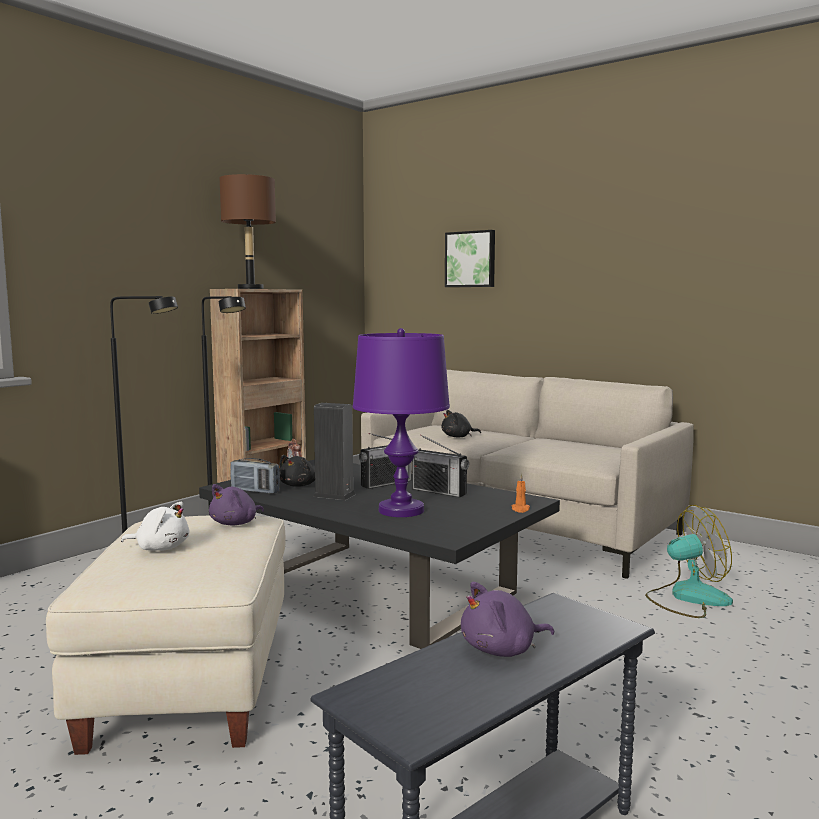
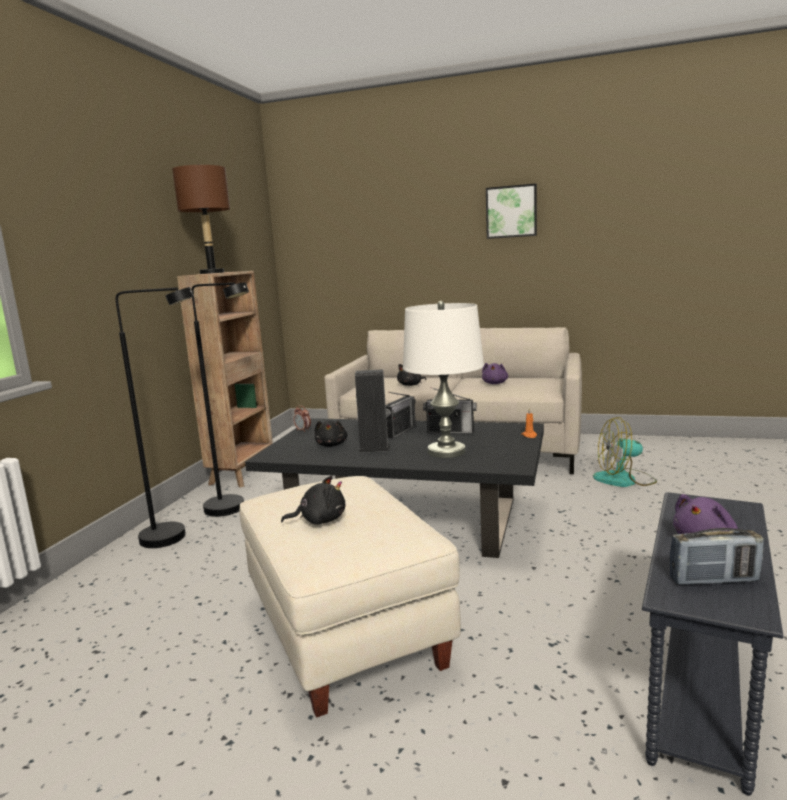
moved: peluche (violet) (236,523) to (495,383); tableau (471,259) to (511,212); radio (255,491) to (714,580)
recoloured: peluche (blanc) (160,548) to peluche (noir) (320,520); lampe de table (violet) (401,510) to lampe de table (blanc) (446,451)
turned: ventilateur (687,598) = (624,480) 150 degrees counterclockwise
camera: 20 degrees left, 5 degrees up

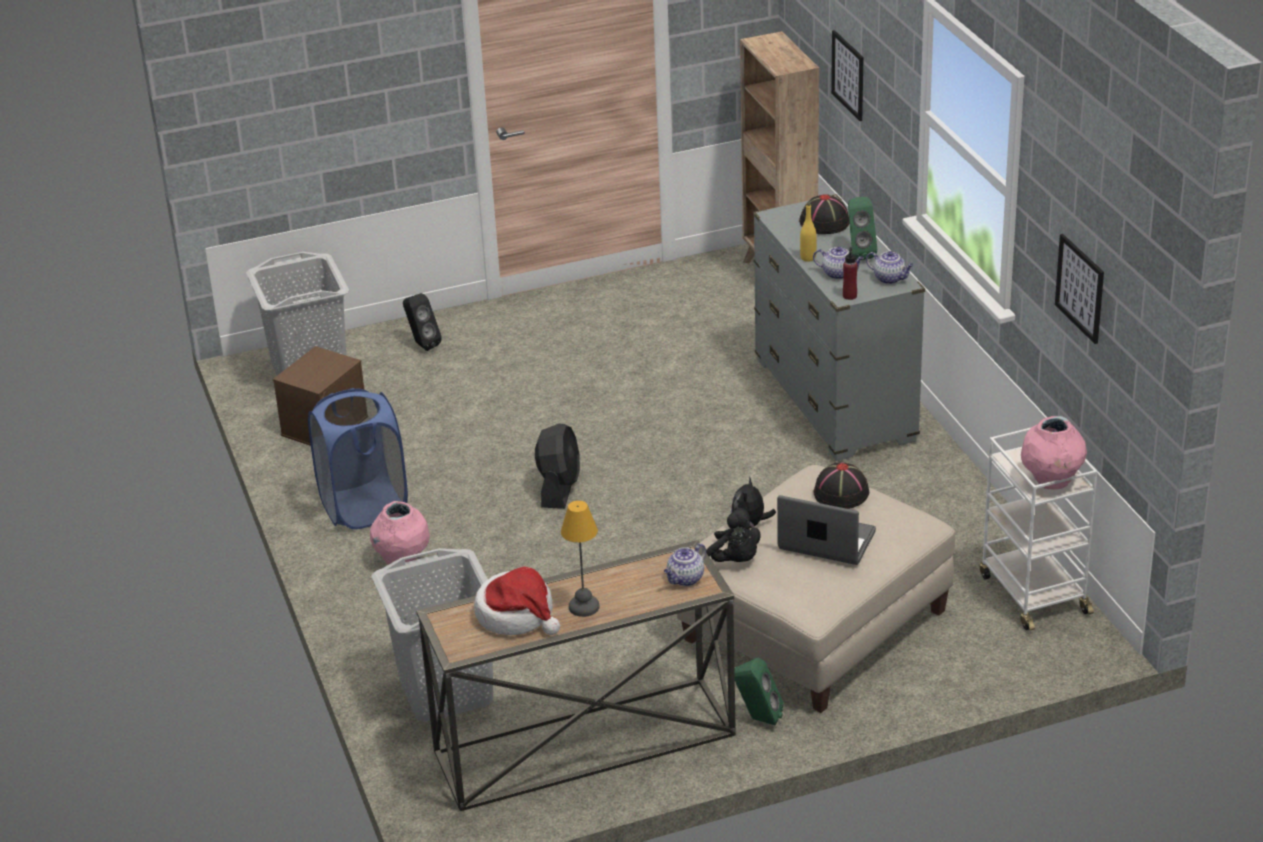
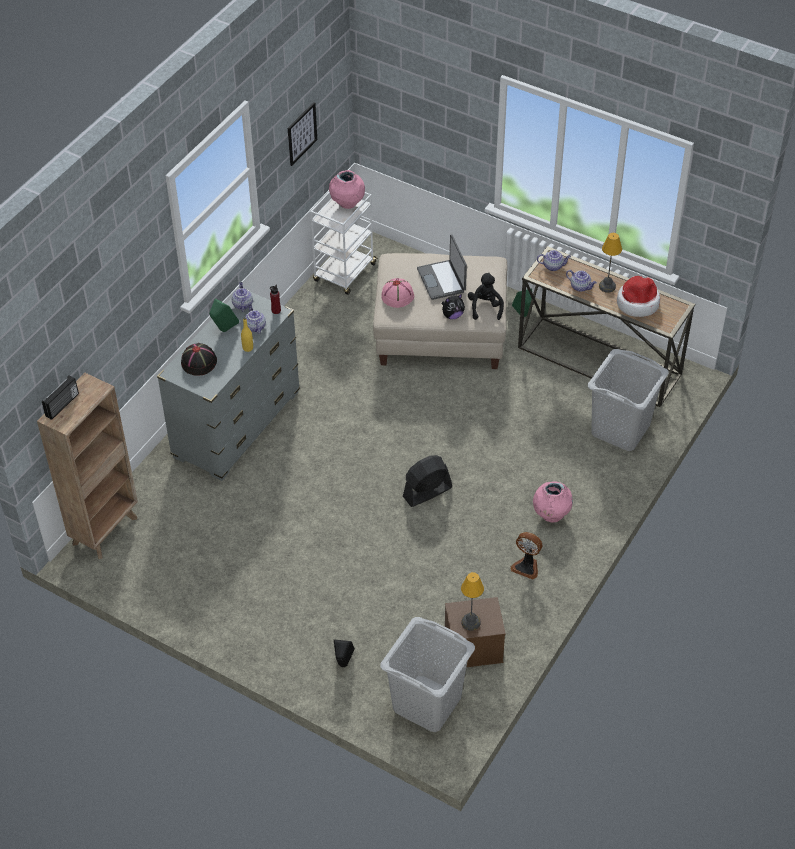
removed: tableau (848,75)
added: radio (63,405); lampe de table (471,622); théière (580,287)
replaced: panier à linge (bleu) (364,507) to ventilateur (526,566)
recoloured: chapeau (noir) (841,494) to chapeau (rose) (397,296)
camera: 130 degrees left, 15 degrees up

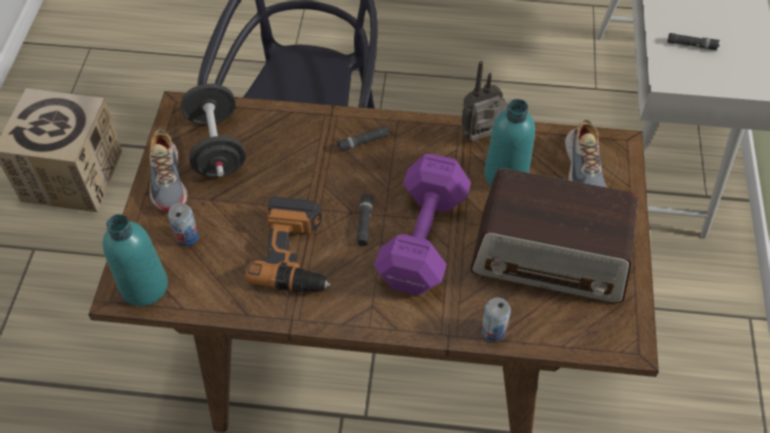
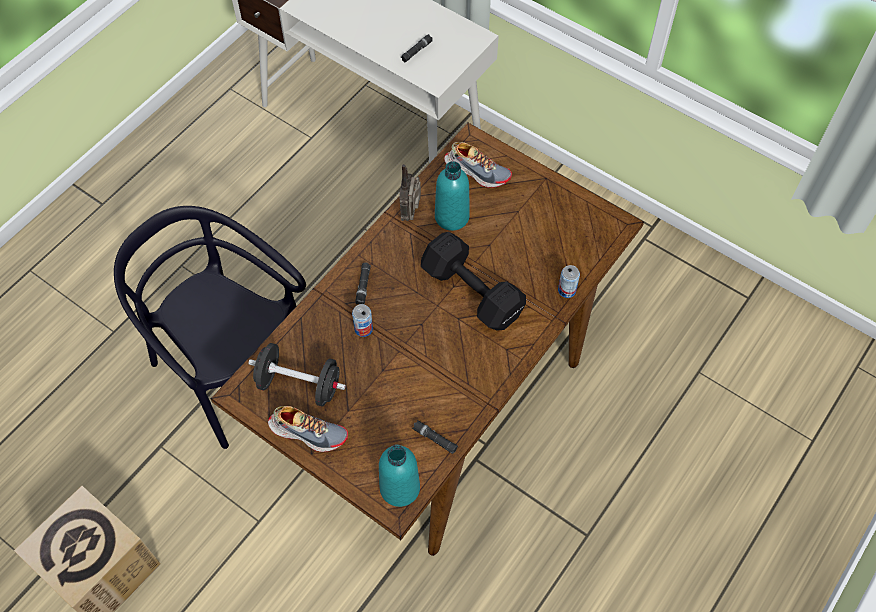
removed: perceuse (296,253); radio (551,257)
moved: boîte métallique (187,237) to (363,329); lampe de poche (noir) (364,222) to (435,439)
recoloured: haltère (violet) (421,241) to haltère (noir) (473,294)
camera: 60 degrees left, 5 degrees up

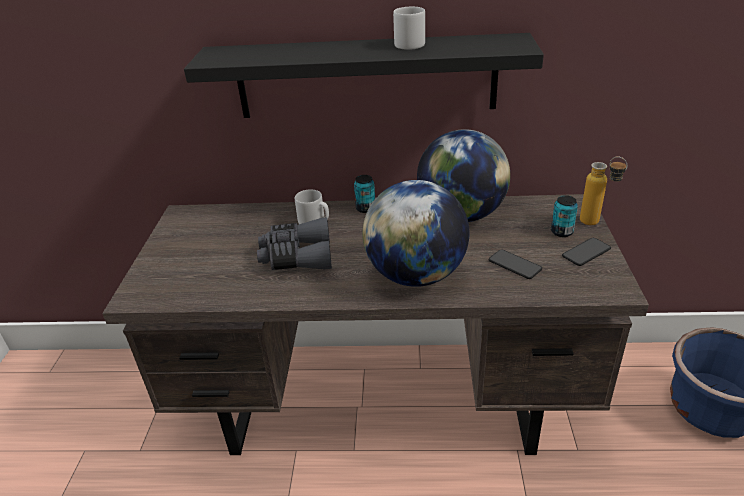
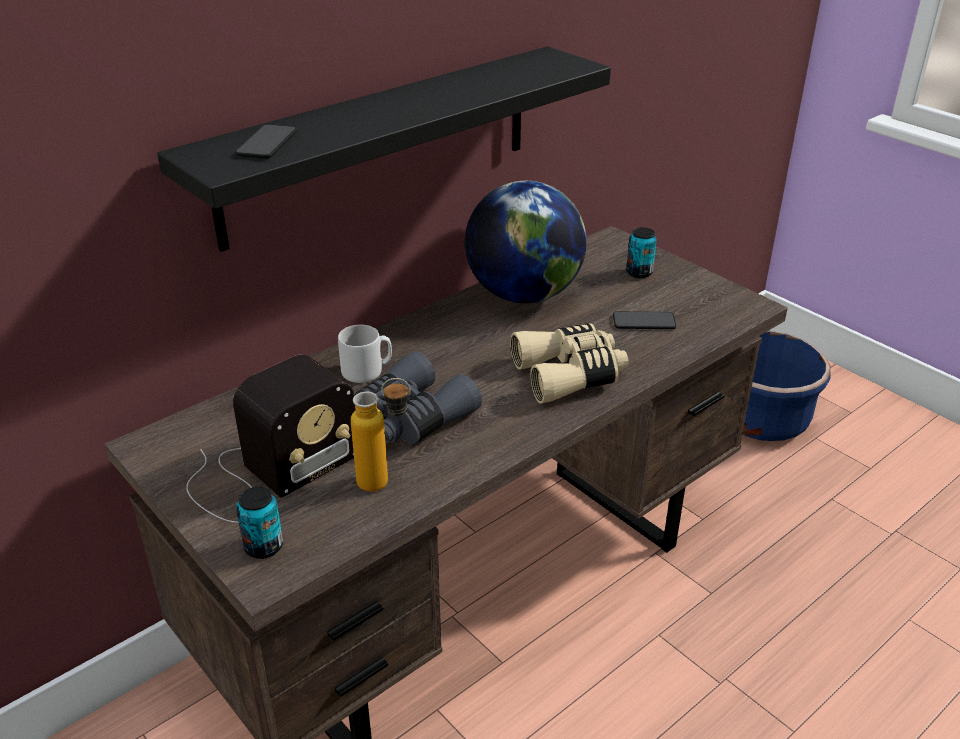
removed: mug (gris) (410,44)
added: radio (267,473)
moved: téléphone (586,252) to (267,143); boîte métallique (365,208) to (263,547); bouteille (596,223) to (385,482)
replaced: globe (416,275) to jumelles (beige) (570,374)
camera: 45 degrees left, 0 degrees up

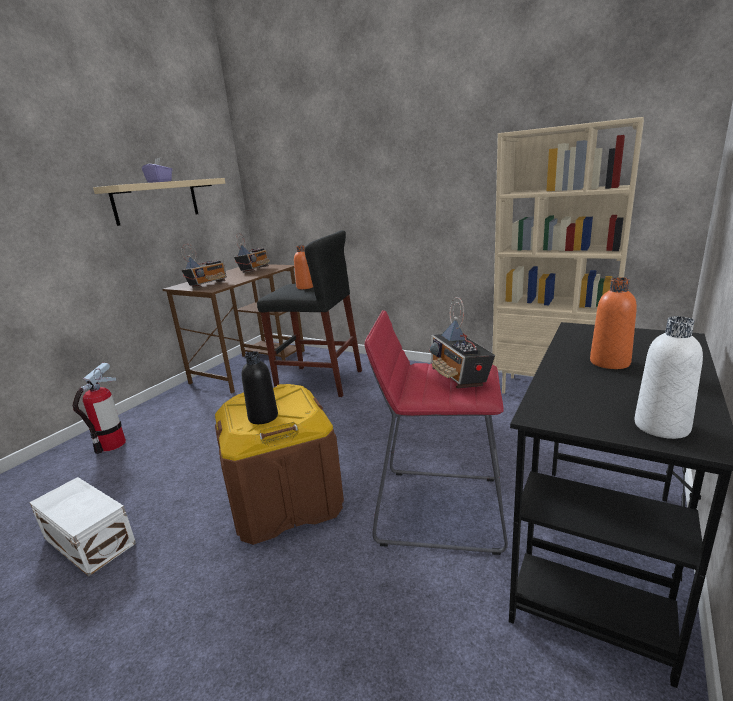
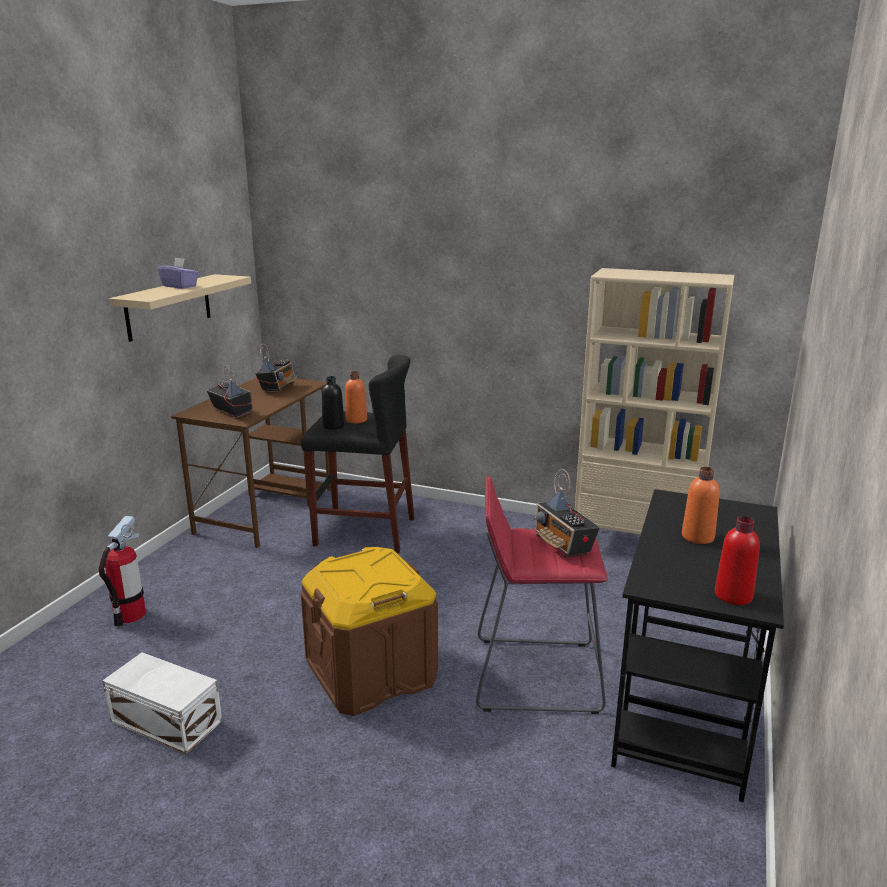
moved: bouteille (noir) (263,417) to (333,426)
recoloured: bouteille (blanc) (661,426) to bouteille (rouge) (733,595)
turned: radio (208,285) = (232,413) 75 degrees counterclockwise
camera: 10 degrees left, 0 degrees up

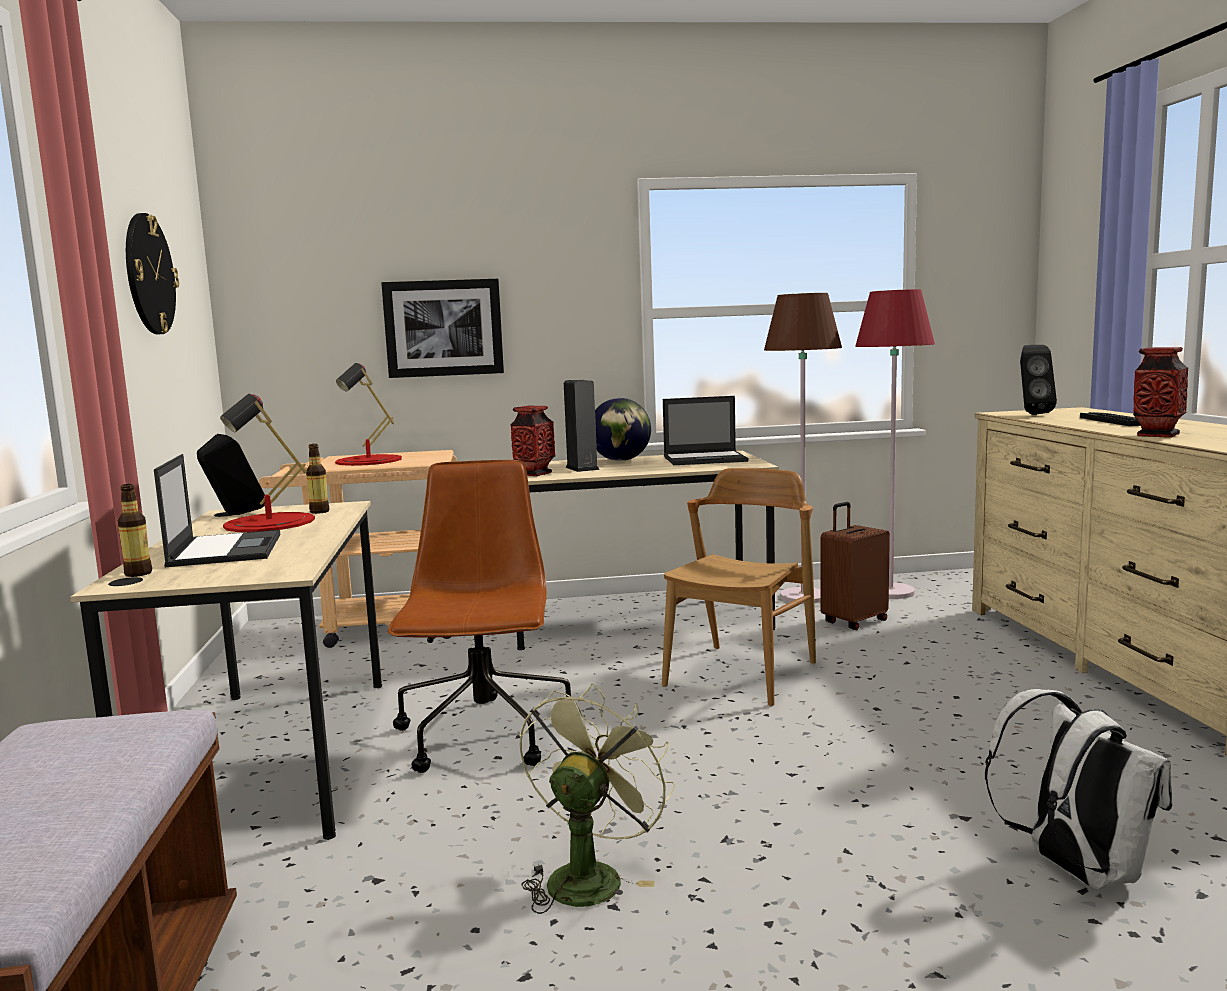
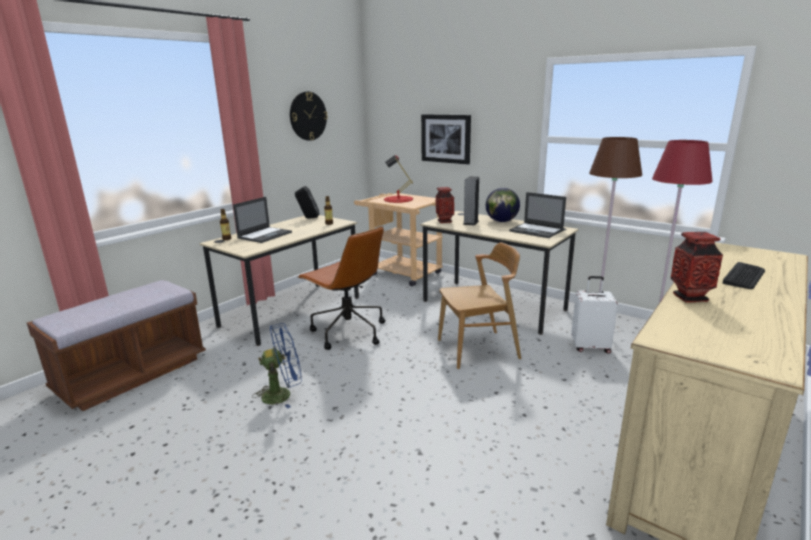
removed: lampe de table (rouge) (269,523); sac à dos (blanc) (1075,870); enceinte (noir) (1032,414)
recoloured: ventilateur (vert) (589,875) to ventilateur (bleu) (283,394); valise (marron) (853,621) to valise (blanc) (590,347)
turned: chaise de bureau (marron) (484,736) = (348,332) 90 degrees clockwise
camera: 45 degrees right, 10 degrees up

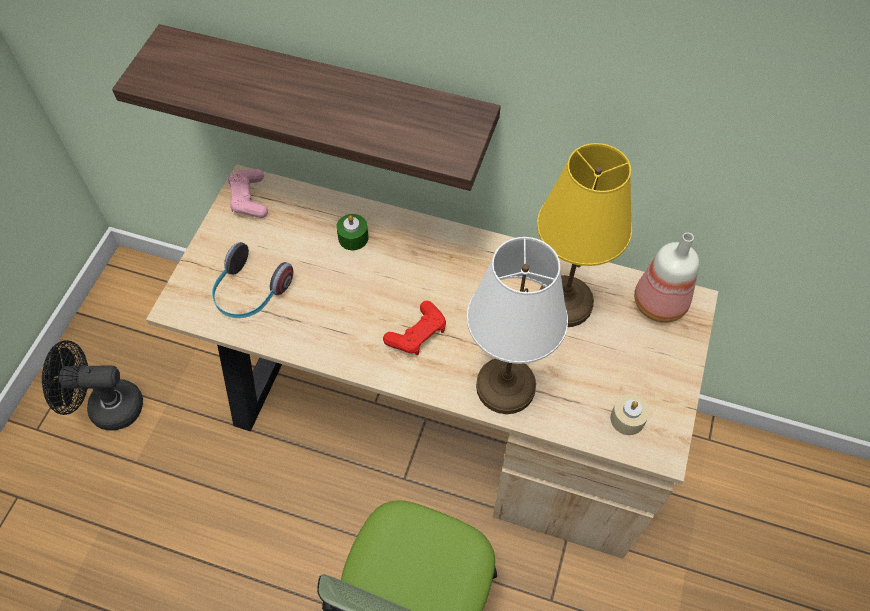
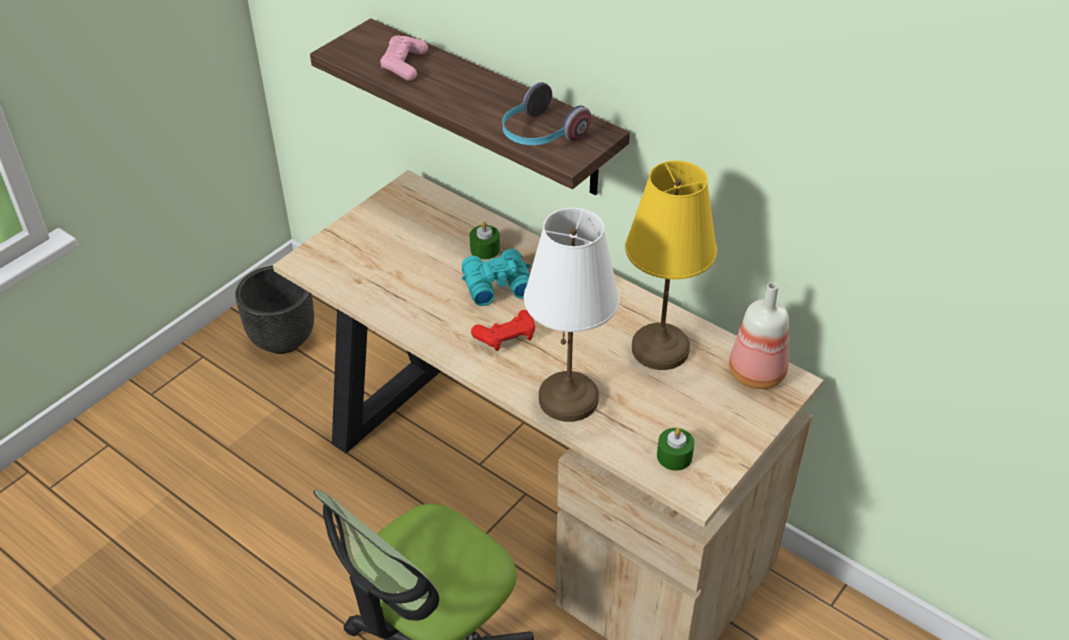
removed: ventilateur (noir) (107,407)
added: cache-pot (noir) (284,339); jumelles (turquoise) (495,284)
moved: manette (rose) (249,199) to (404,65); casque audio (250,293) to (540,135)
recoloured: bougie (beige) (627,419) to bougie (vert) (674,456)
camera: 20 degrees right, 15 degrees down

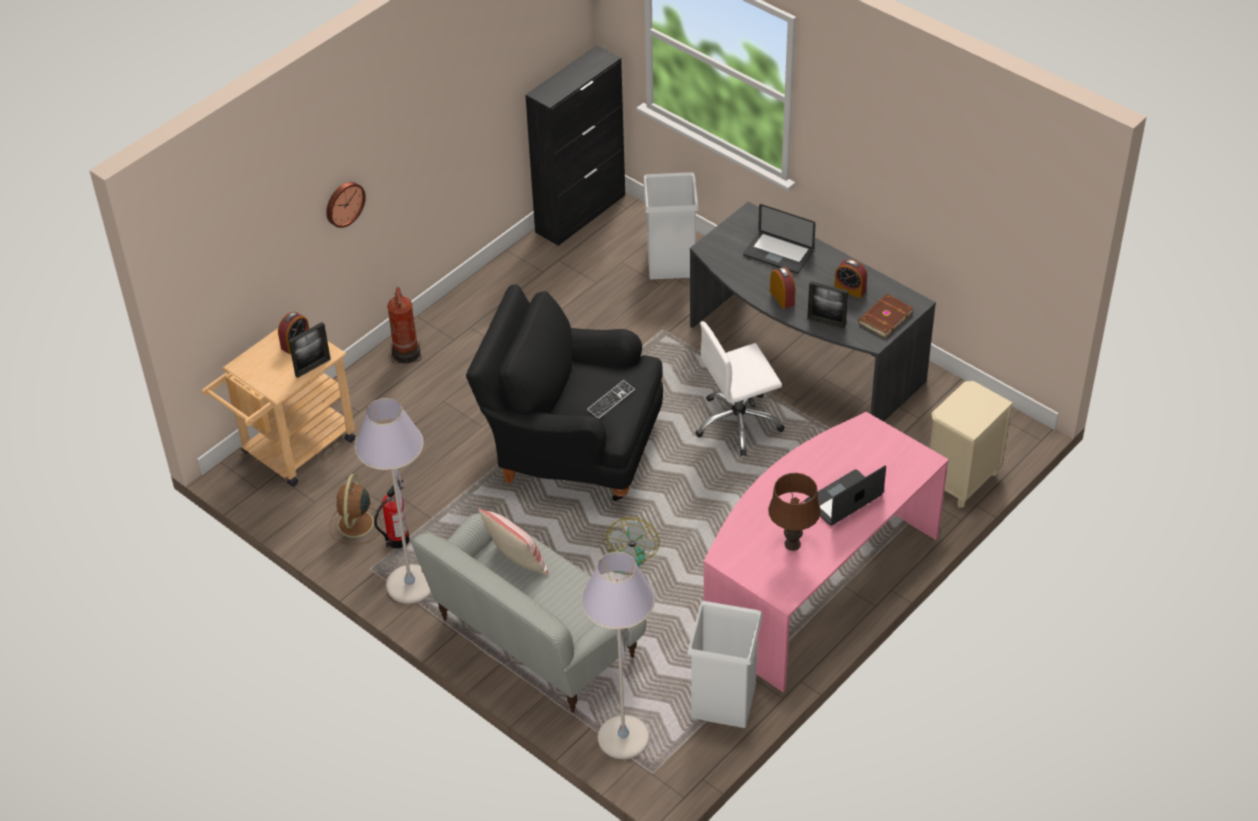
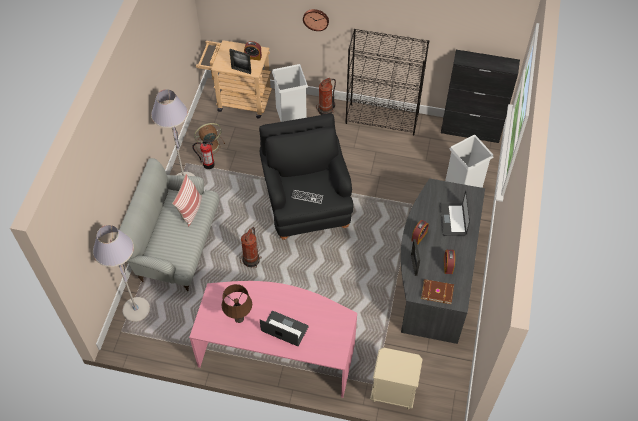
removed: chaise de bureau (blanc) (738,423)
added: bibliothèque (noir) (382,119)
moved: poubelle (blanc) (724,701) to (291,113)
replaced: ventilateur (629,553) to extincteur (252,259)
camera: 60 degrees right, 10 degrees up

